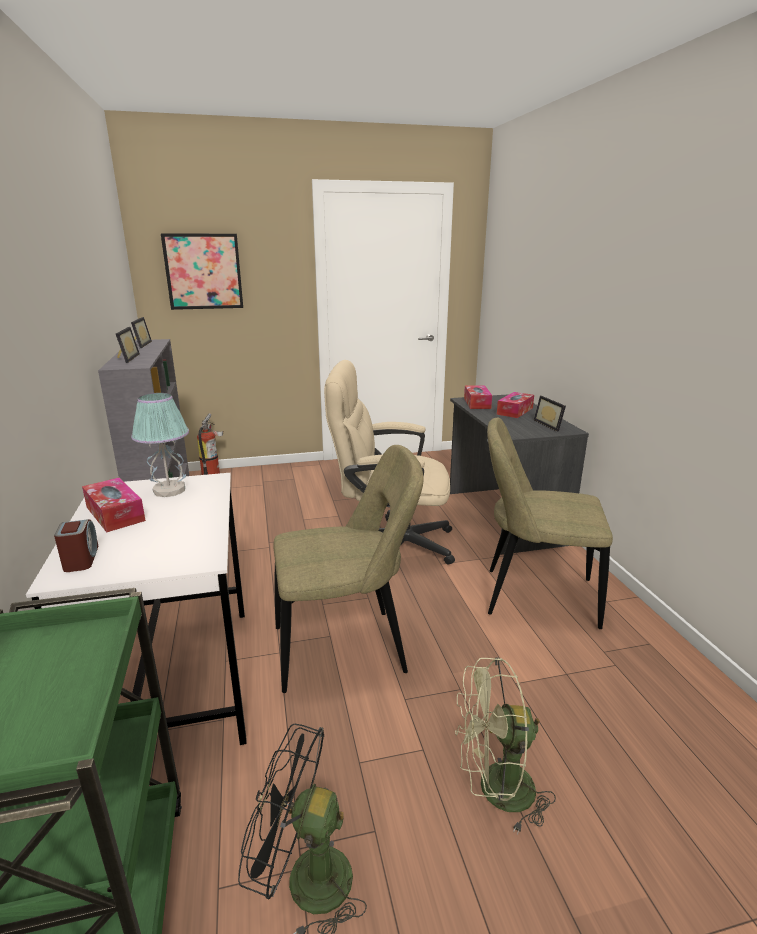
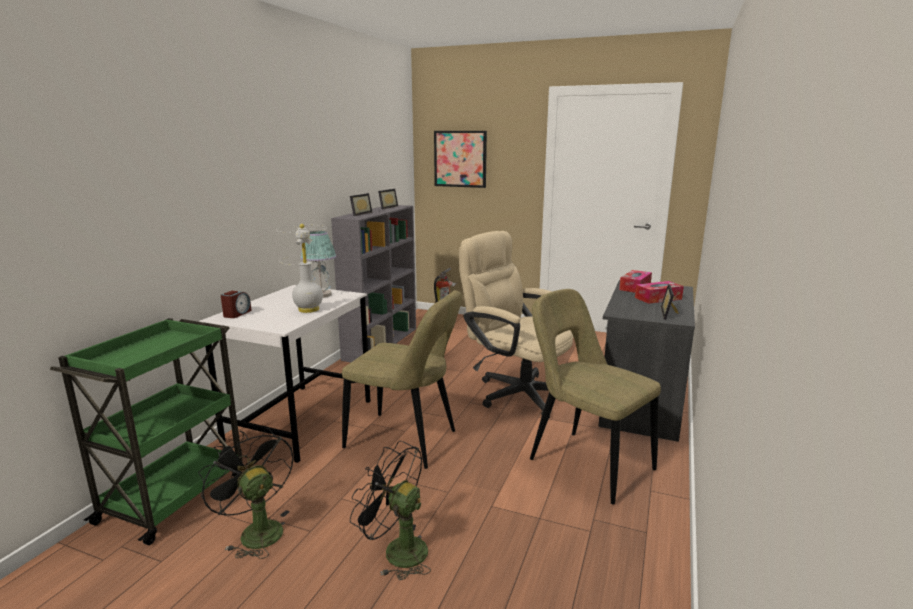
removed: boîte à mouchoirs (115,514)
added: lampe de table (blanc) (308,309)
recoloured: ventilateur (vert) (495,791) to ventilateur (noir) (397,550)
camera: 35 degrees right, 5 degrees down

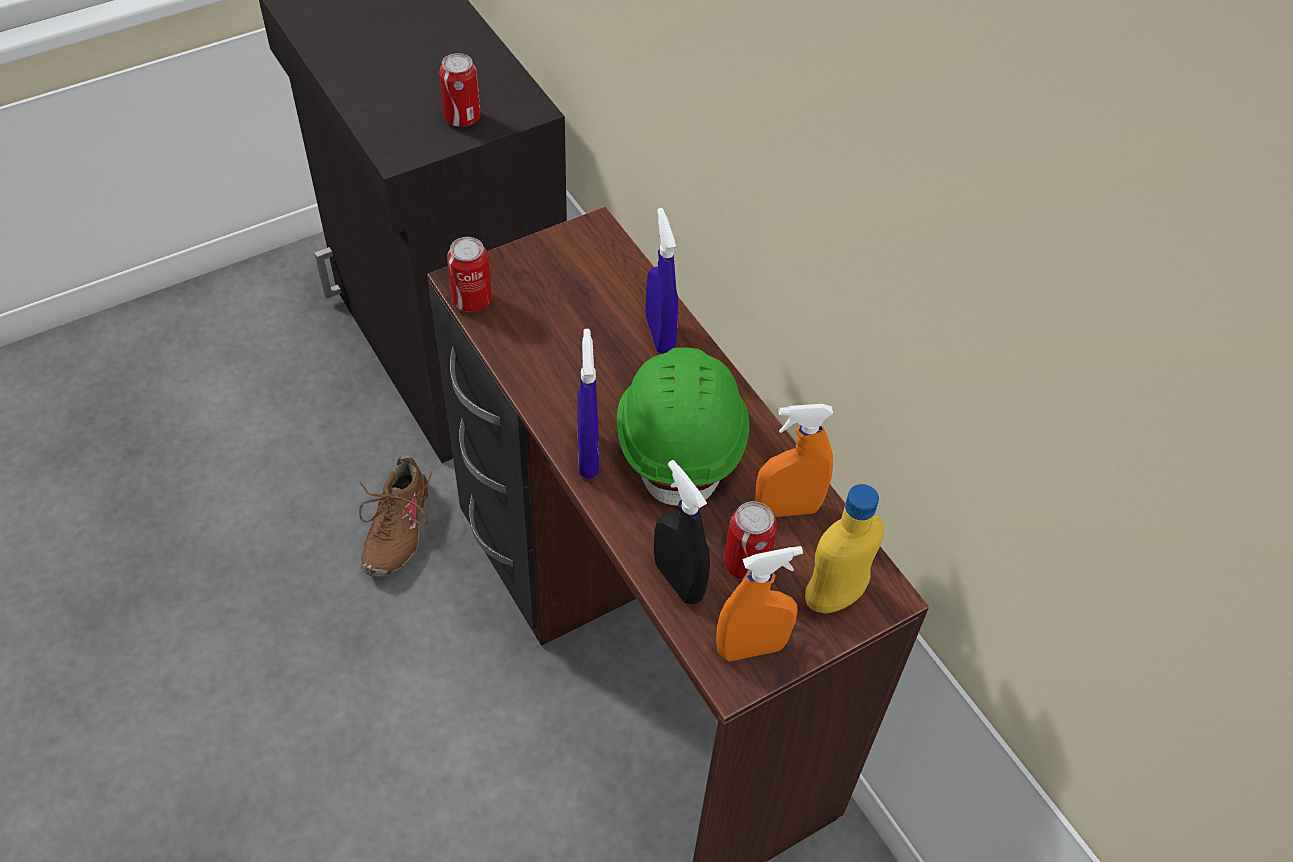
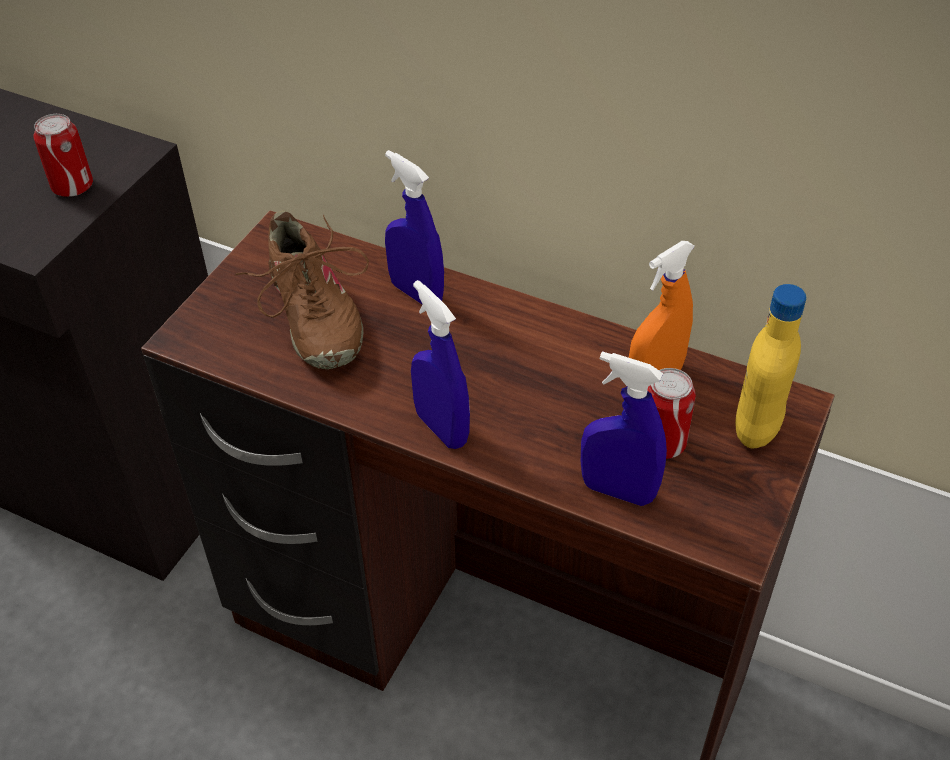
removed: boîte métallique (472,300); casque de chantier (vert) (681,439); vaporisateur (orange) (751,648)
moved: chaussure (marron) (396,529) to (312,316)
recoloured: vaporisateur (noir) (678,580) to vaporisateur (bleu) (618,490)
camera: 30 degrees left, 5 degrees down

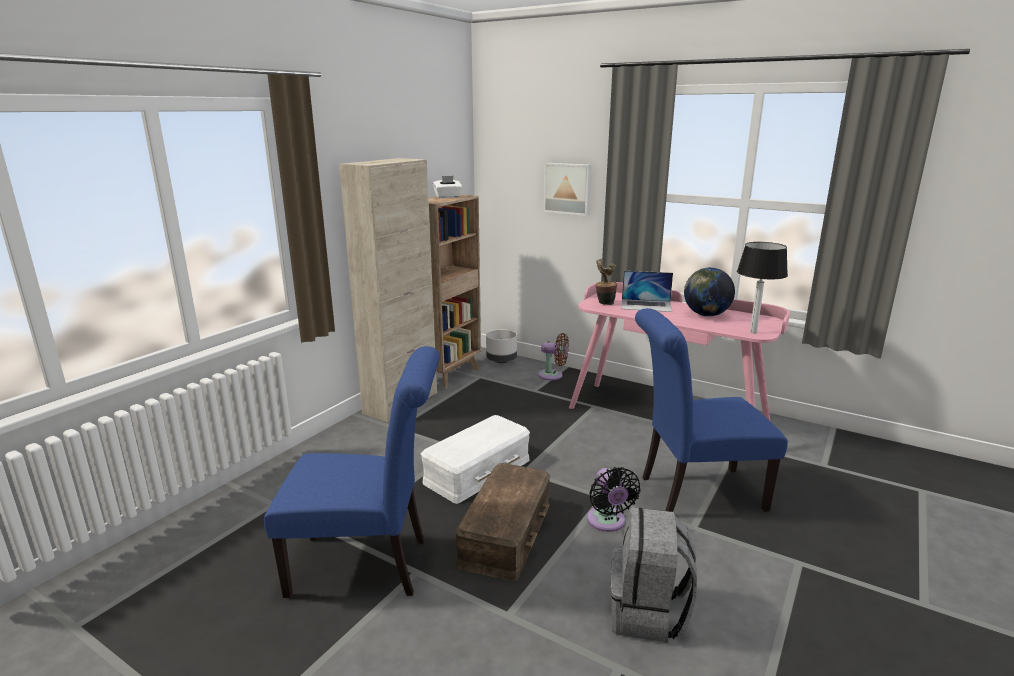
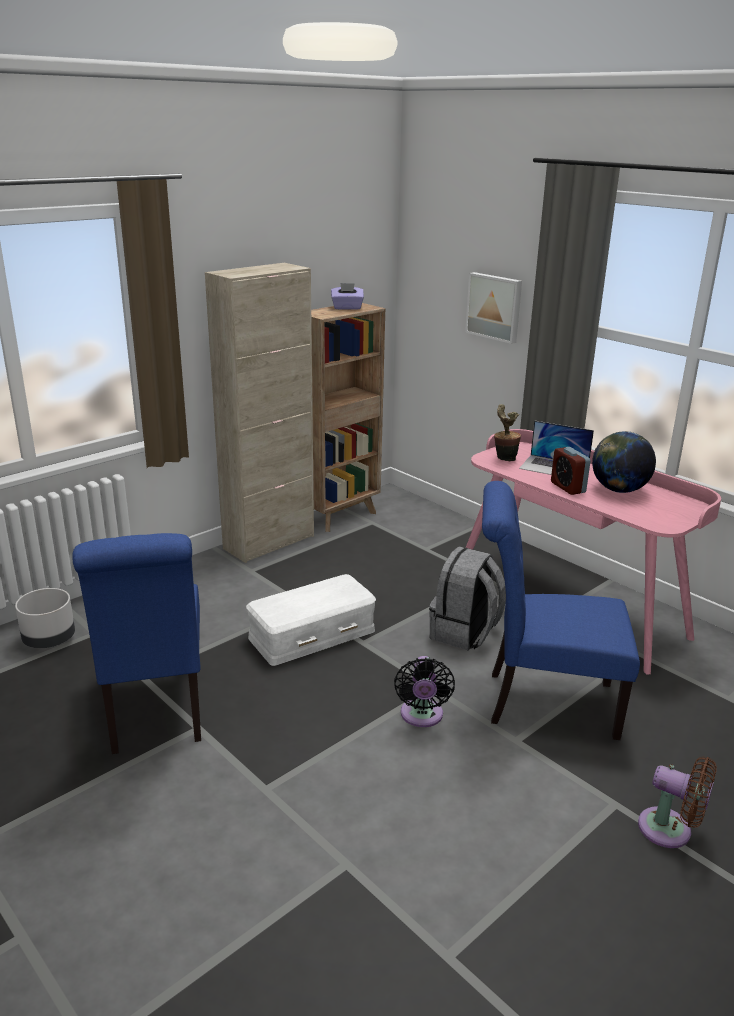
removed: boîte de rangement (marron) (507,534); lampe de table (753,332)
added: réveil (568,487)
moved: cache-pot (gris) (501,360) to (50,640); sac à dos (gris) (648,613) to (464,633); ventilateur (marron) (553,375) to (670,830)
recoloured: boîte à mouchoirs (blanc) (448,197) to boîte à mouchoirs (violet) (347,308)
turned: chaise (bleu) (368,566) = (156,712) 60 degrees clockwise
camera: 15 degrees right, 5 degrees up

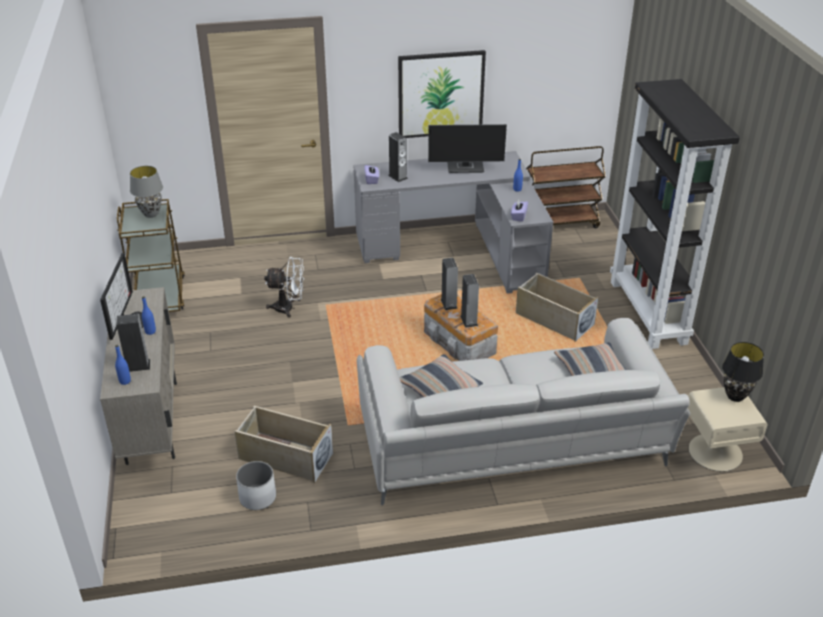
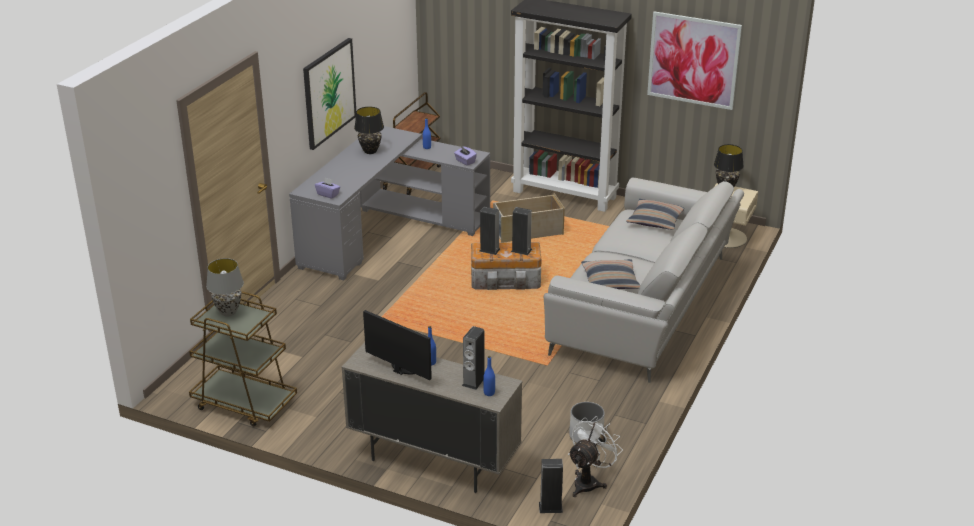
removed: boîte de rangement (beige) (285,457)
added: tableau (693,60)
moved: enceinte (398,177) to (550,507); ventilateur (blanc) (289,308) to (589,481)
replaced: écran d'ordinateur (466,167) to lampe de table (noir) (370,151)
camera: 55 degrees left, 5 degrees down

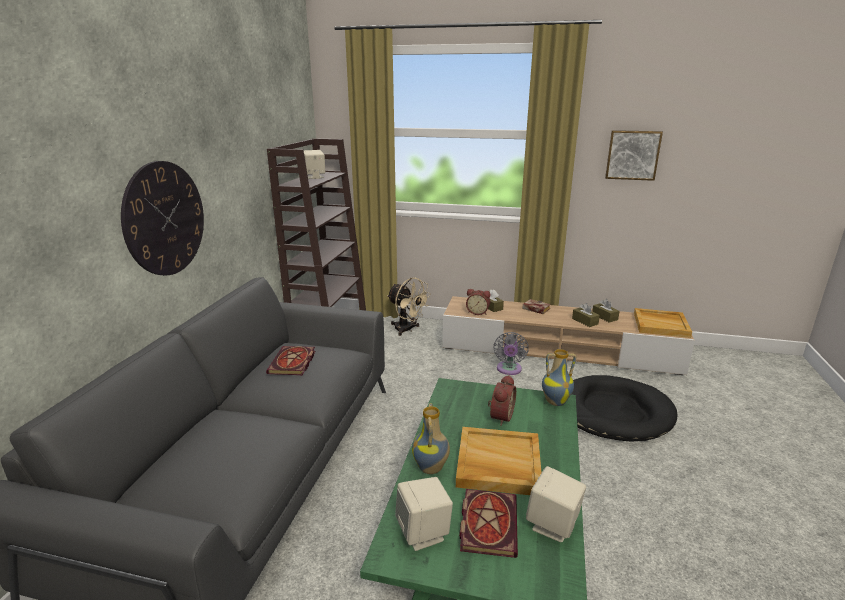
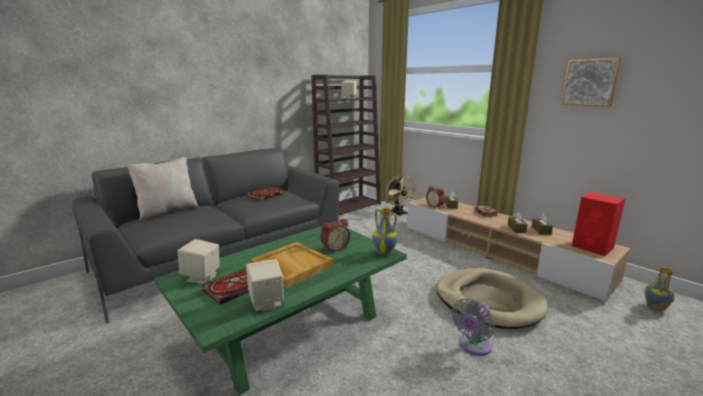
removed: horloge murale (164,219)
added: coussin (beige) (168,211)
moved: ventilateur (gris) (509,370) to (473,346); vase (431,468) to (656,308)
replaced: plateau (beige) (661,325) to enceinte (rouge) (593,247)
recoloured: panier pour chien (noir) (612,412) to panier pour chien (beige) (488,301)
camera: 35 degrees right, 5 degrees down

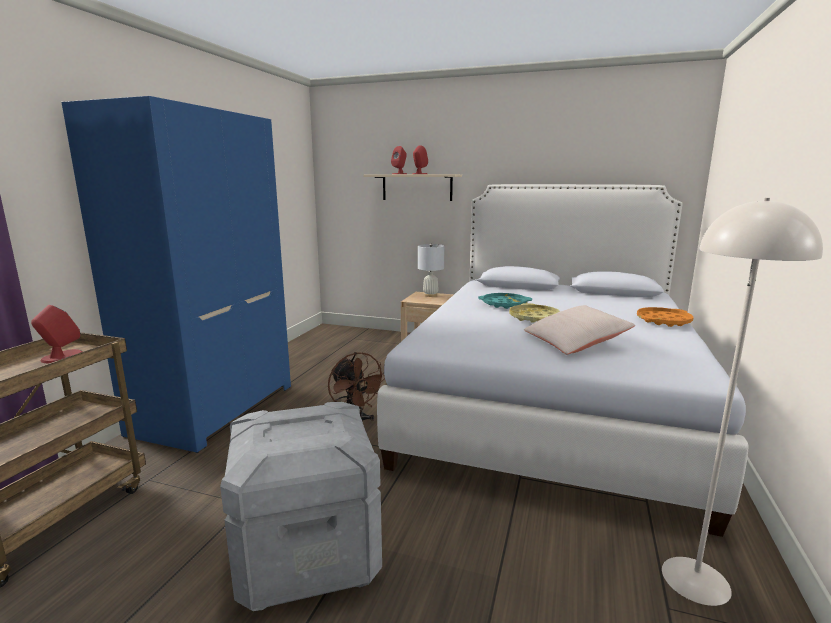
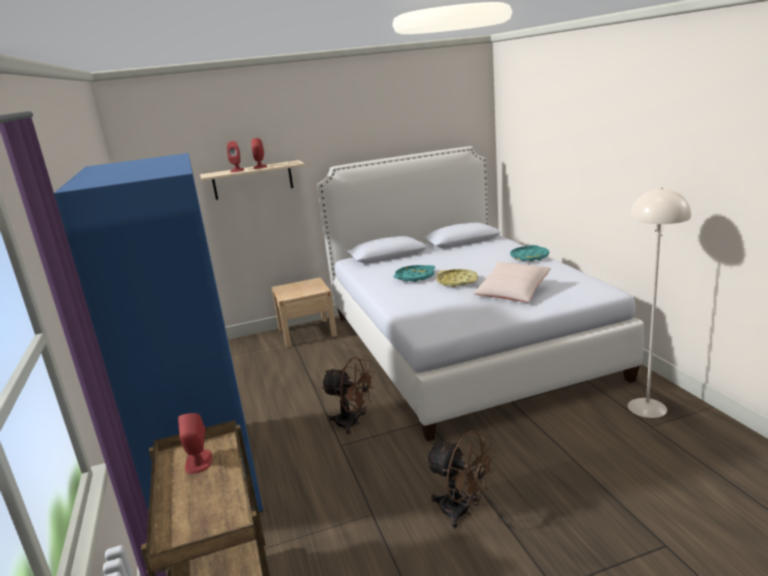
removed: lampe de table (blanc) (430,295)
replaced: boîte de rangement (gris) (308,553) to ventilateur (marron) (462,511)
recoloured: plateau (orange) (663,321) to plateau (turquoise) (529,257)
camera: 35 degrees left, 5 degrees up

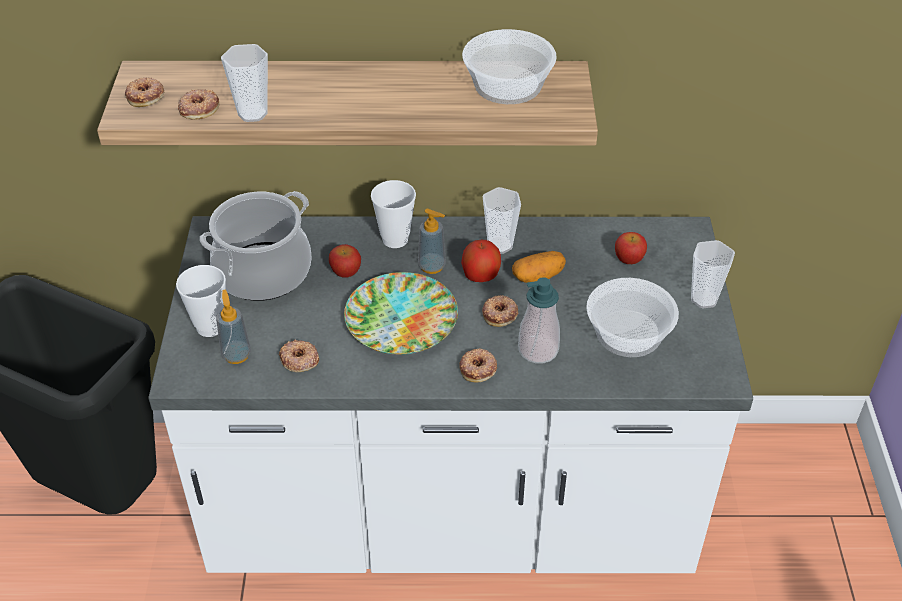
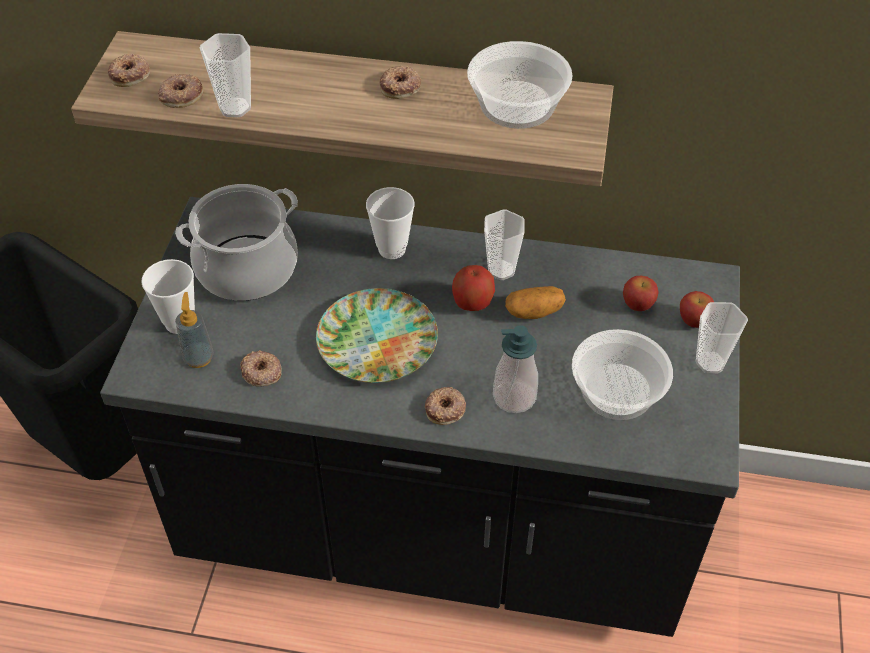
removed: distributeur de savon (432,266)
moved: beignet (500,314) to (400,86); pomme (345,272) to (694,321)
recoloured: comptoir de cuisine (blanc) (451,514) to comptoir de cuisine (noir) (435,528)
camera: 10 degrees right, 5 degrees up

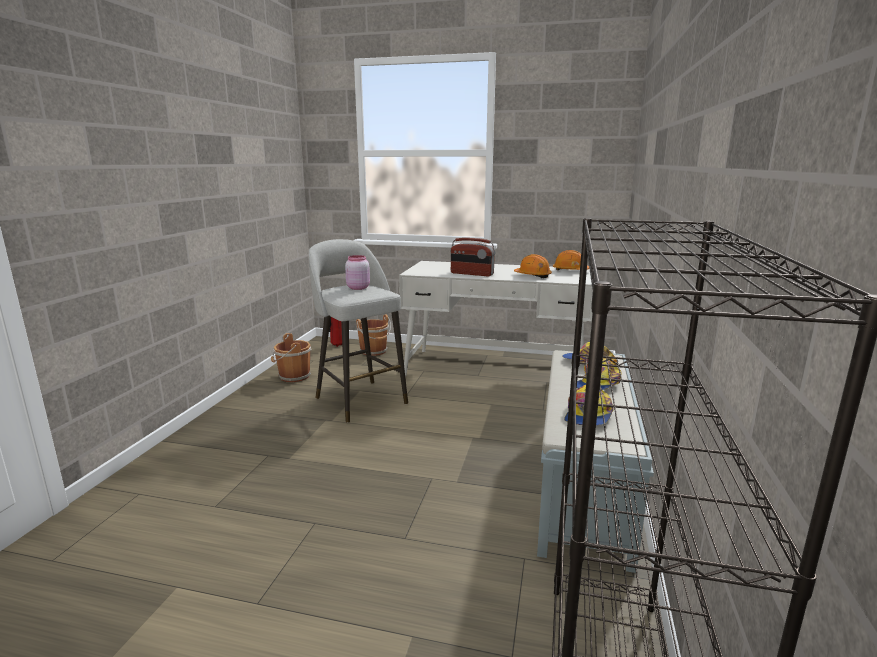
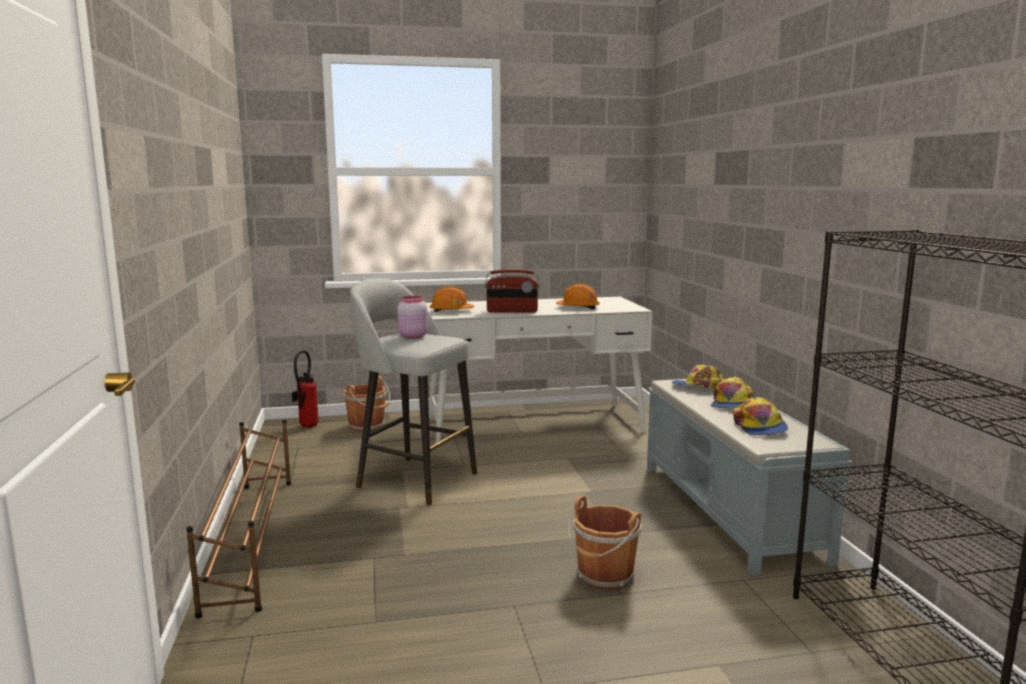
added: étagère à chaussures (marron) (252,538)
moved: casque de chantier (orange) (570,270) to (451,311); seau (marron) (293,377) to (604,576)
camera: 25 degrees left, 5 degrees down

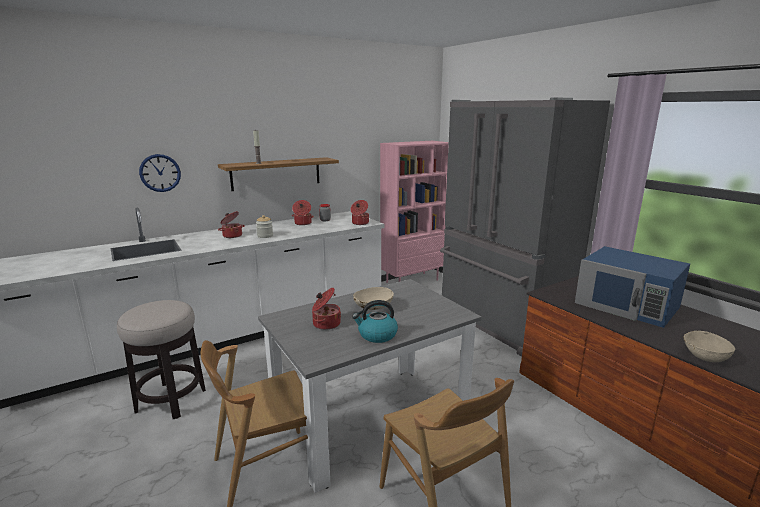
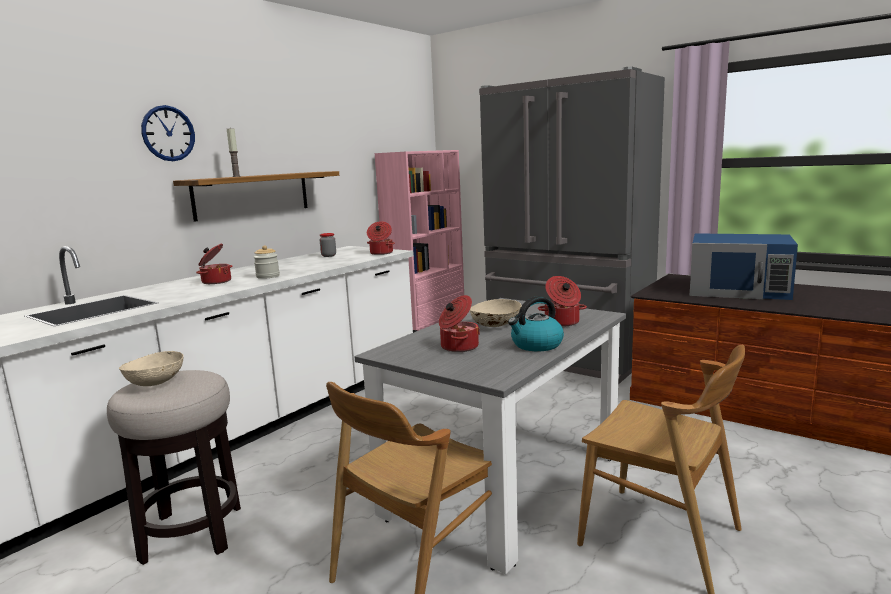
moved: bol (beige) (704,357) to (155,382); horloge murale (160,173) to (168,133); marmite (302,223) to (562,322)
camera: 20 degrees left, 5 degrees down

